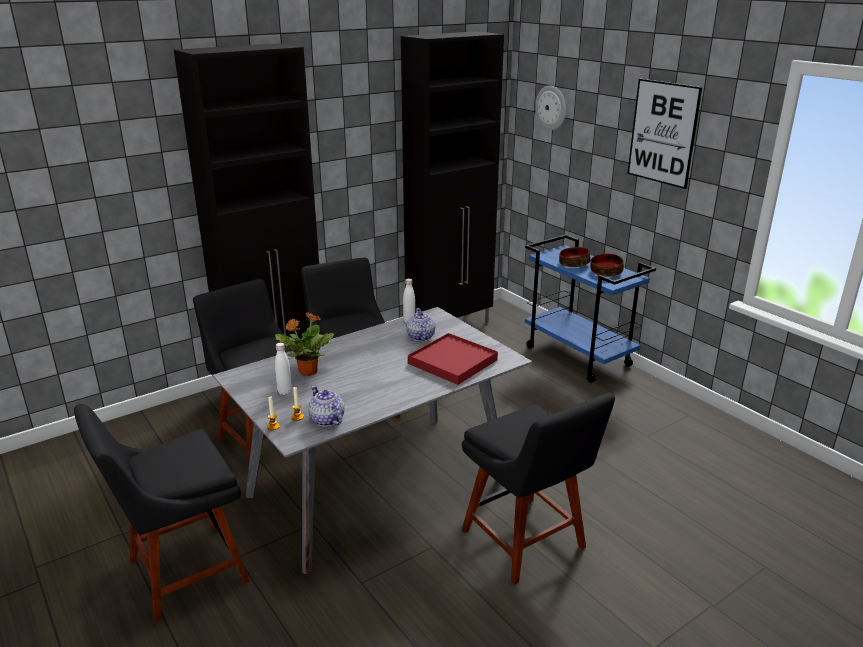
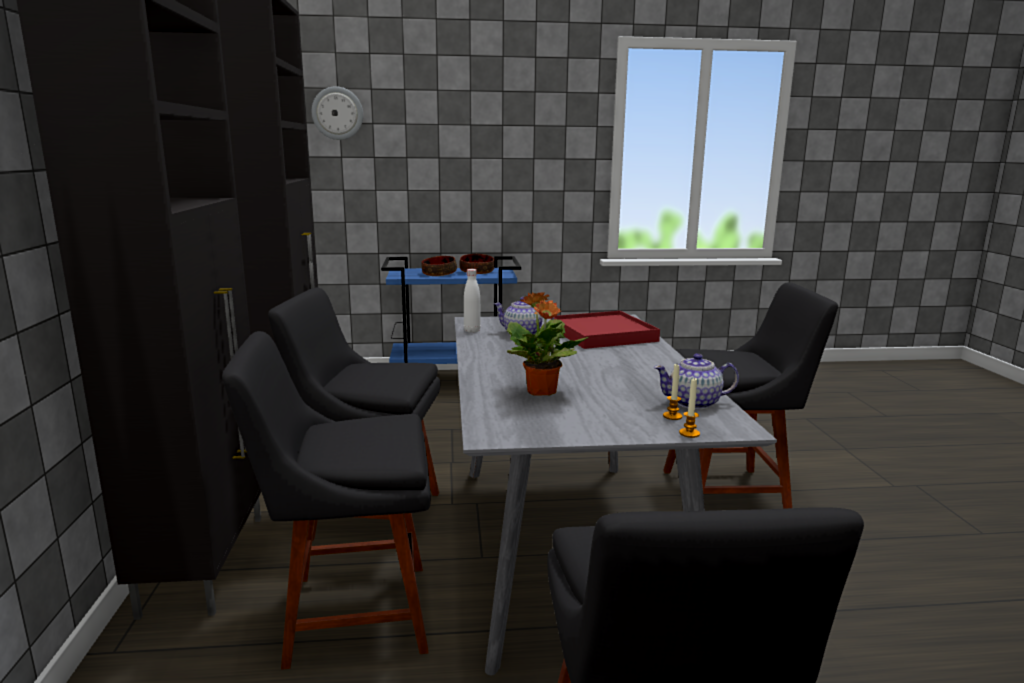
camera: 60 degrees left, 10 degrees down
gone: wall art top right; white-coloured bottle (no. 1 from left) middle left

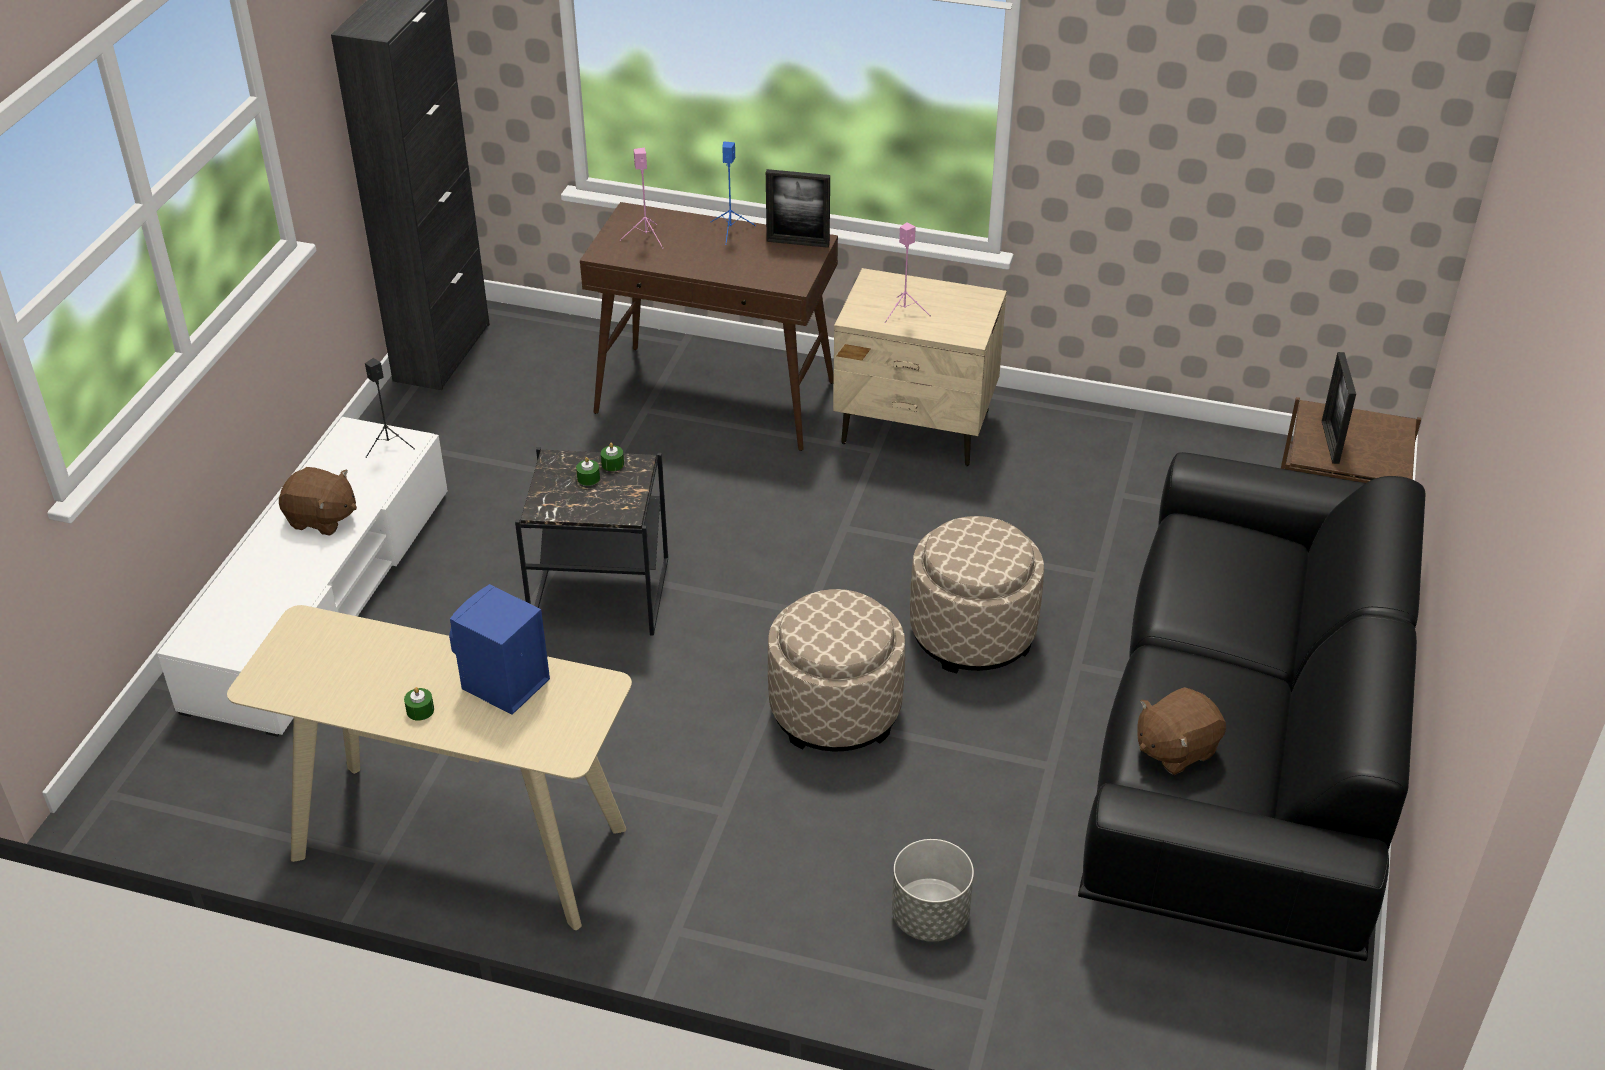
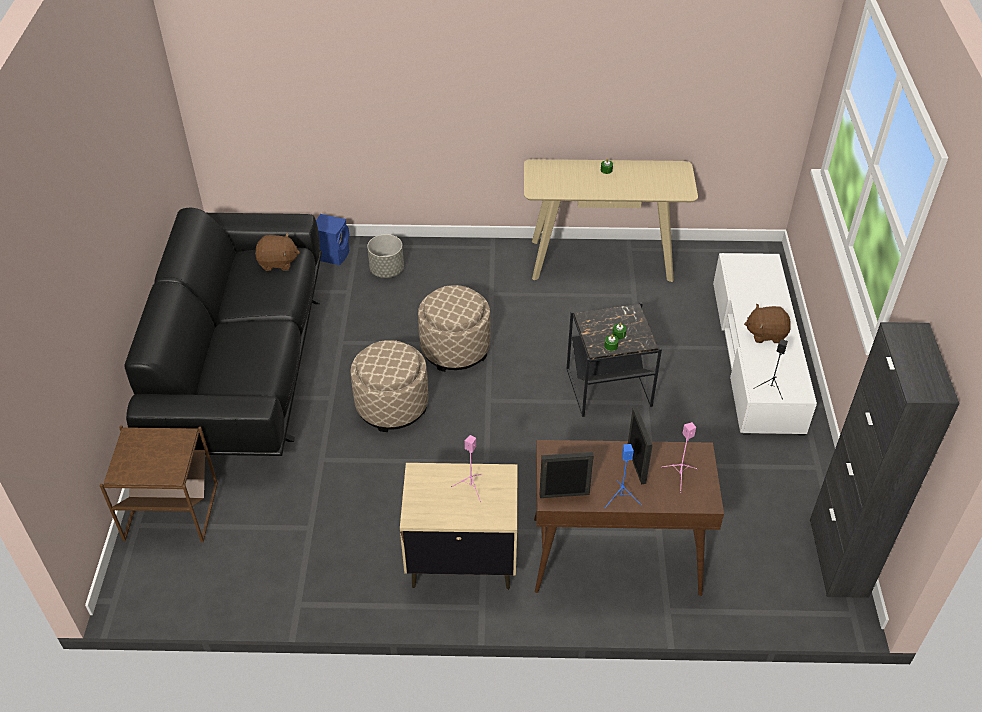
camera: 165 degrees right, 5 degrees up
shifted: standing frame (no. 2 from left) middle right to centre; blue-coloured speaker (no. 1 from left) middle left to centre
rotated: brown-coloured soft toy (no. 2 from left in the first image) bottom right = middle left 45 degrees clockwise

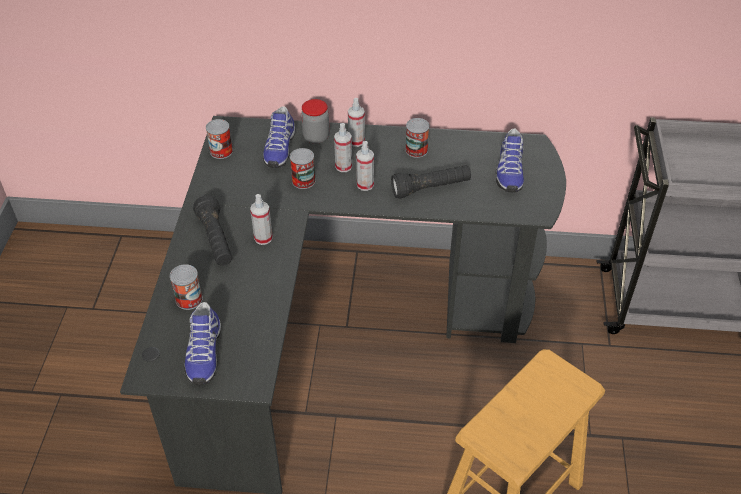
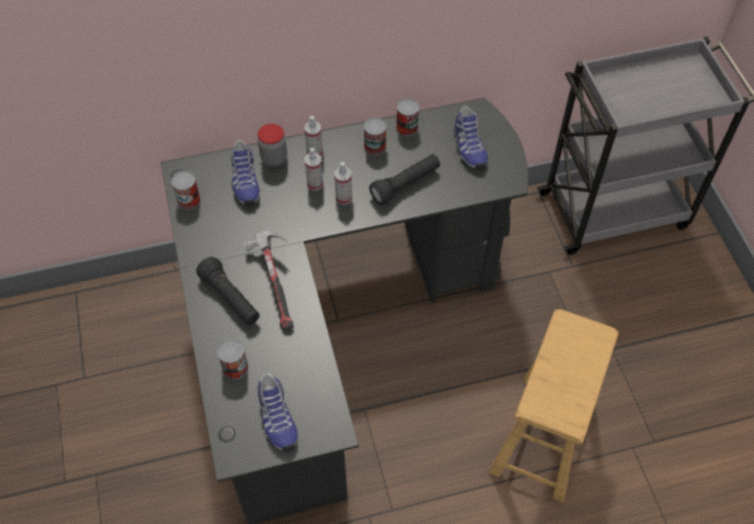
camera: 20 degrees left, 10 degrees up
shifted: can (no. 3 from left in the first image) centre to can (no. 4 from left) top centre
swapped: hand sprayer (no. 1 from left) centre to hand hammer centre

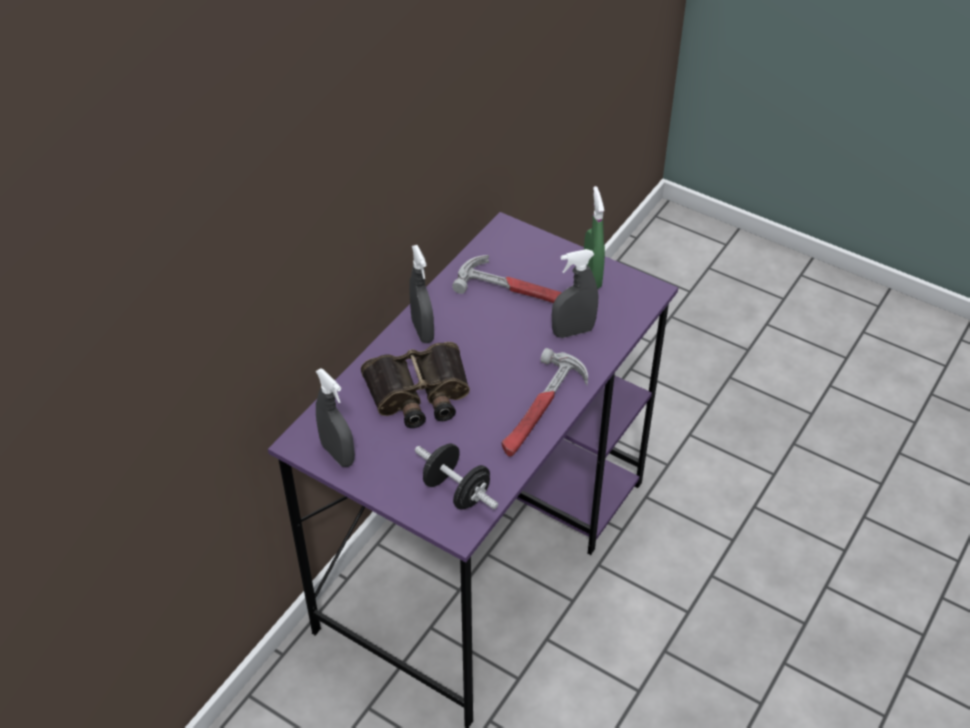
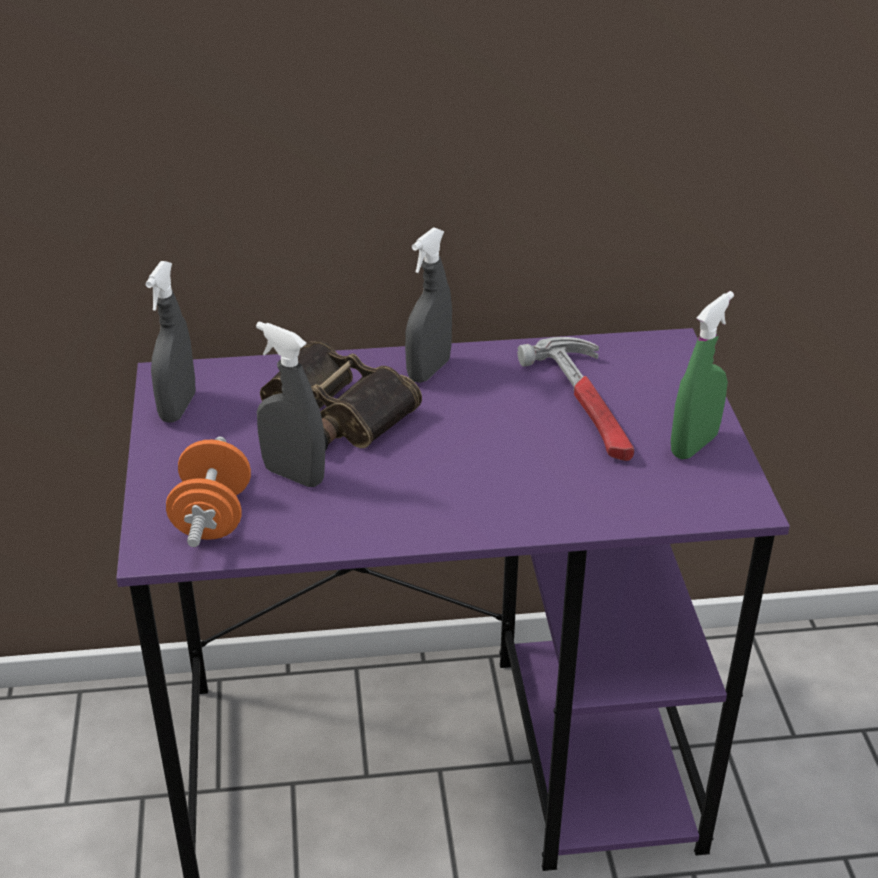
camera: 50 degrees right, 10 degrees down
gone: hand hammer (no. 2 from left) centre
shifted: gray hand sprayer (no. 3 from left in the first image) centre to gray hand sprayer (no. 2 from left) middle left
repainted: black-coloured hand weight centre to orange hand weight middle left

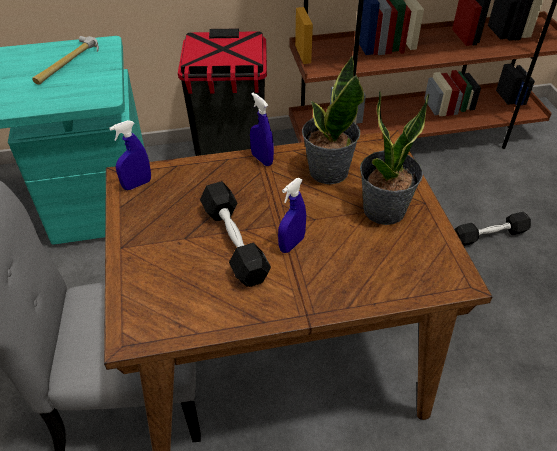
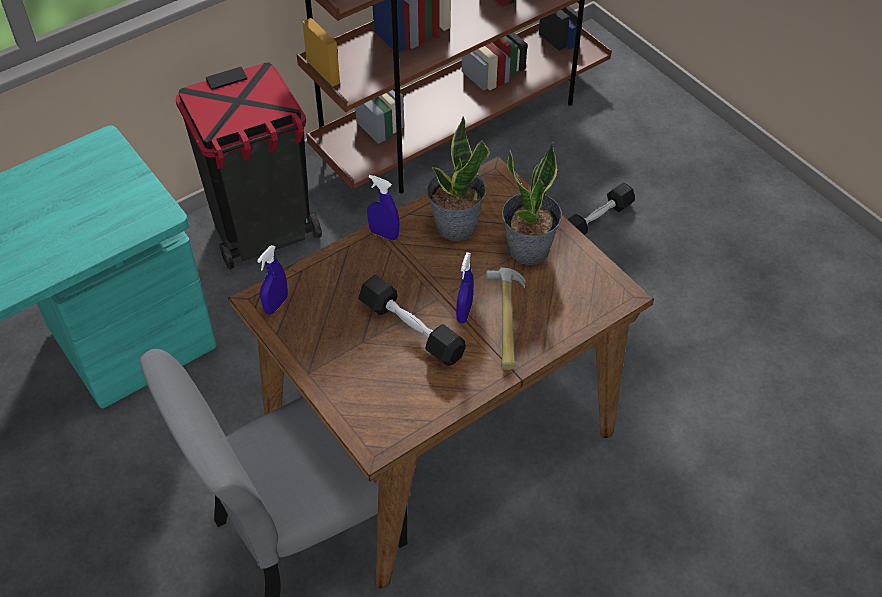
camera: 25 degrees left, 5 degrees up
shifted: hand hammer top left to centre

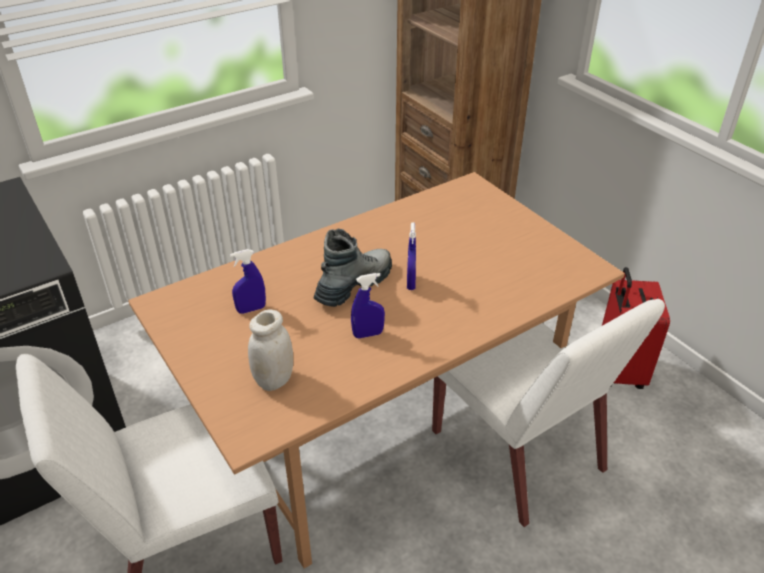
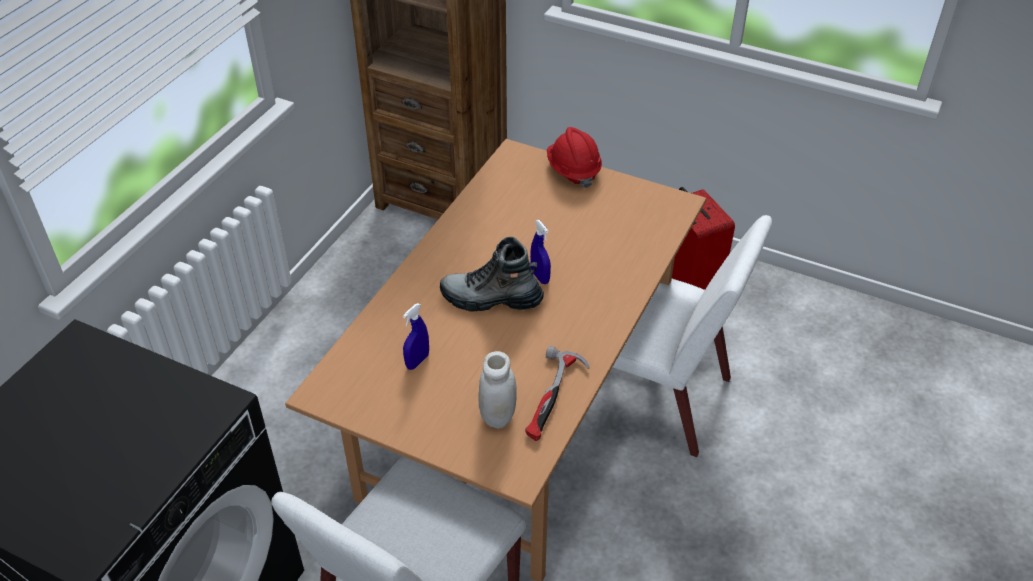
camera: 30 degrees left, 5 degrees up
gone: blue-coloured hand sprayer (no. 2 from left) centre
new: reddish hard hat top centre; hand hammer bottom centre
rotated: high-top boot centre = centre 90 degrees counterclockwise

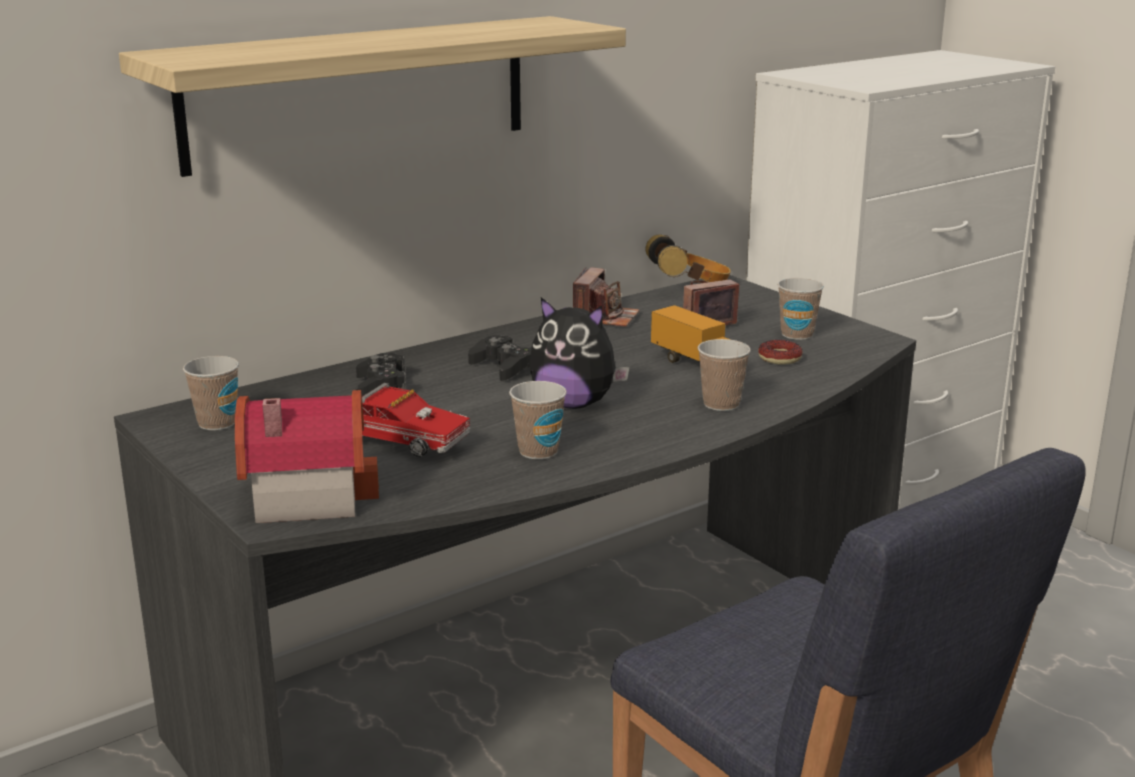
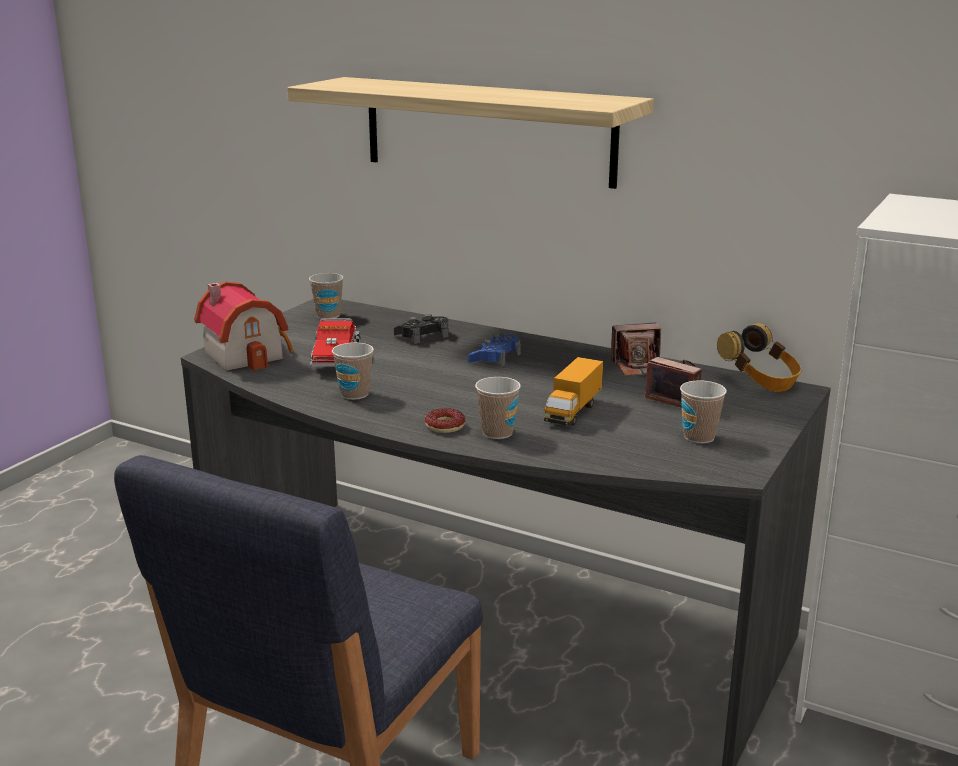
camera: 65 degrees right, 0 degrees up
gone: soft toy centre
shifted: doughnut middle right to centre
repainted: black-coloured joypad (no. 2 from left) centre to blue-coloured joypad centre

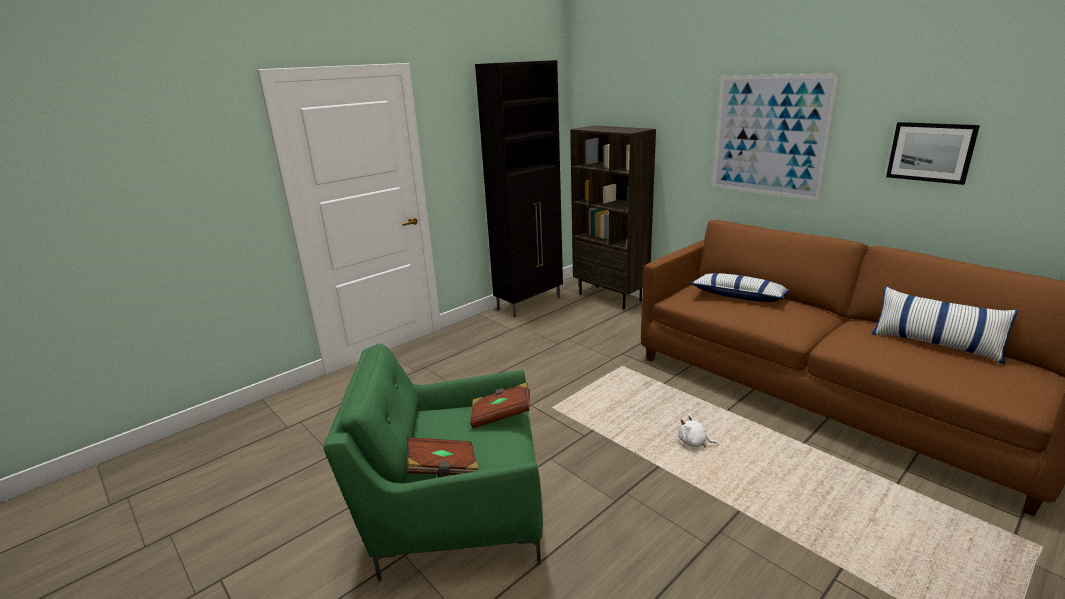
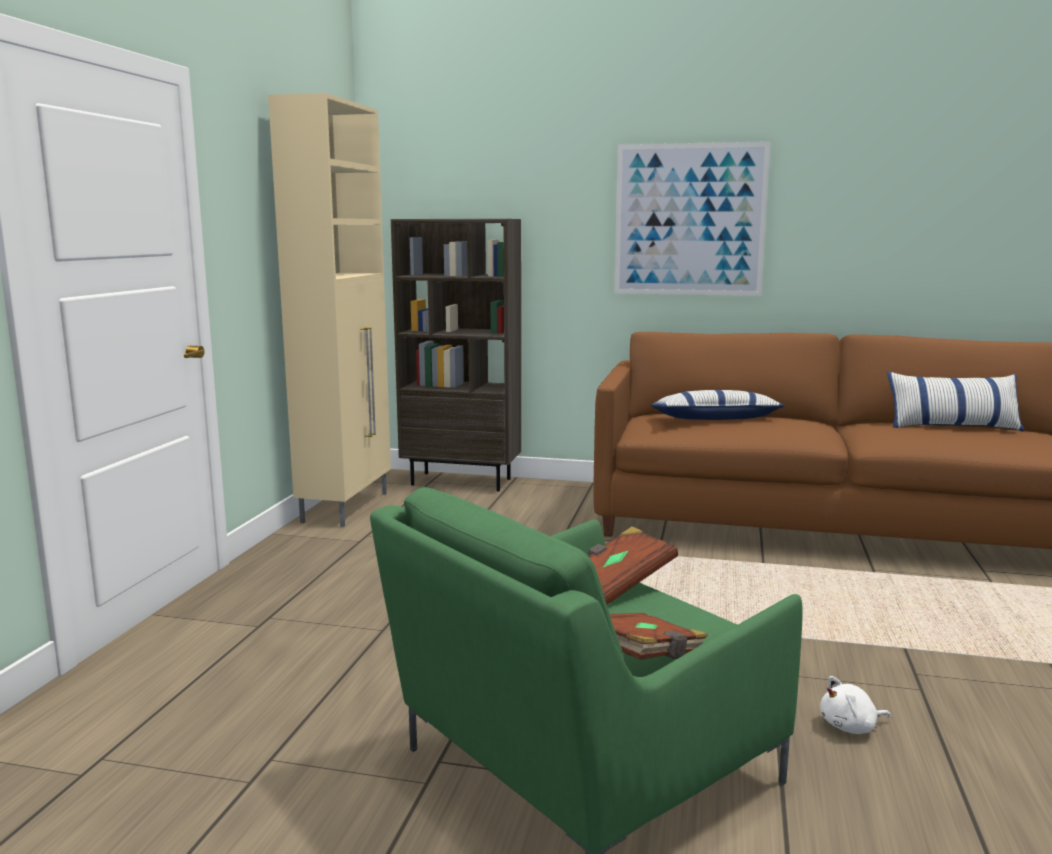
camera: 35 degrees left, 10 degrees down
gone: wall art (no. 2 from left) top right
shifted: white-coloured soft toy bottom centre to bottom right
repainted: black-coloured cabinet top centre to beige-coloured cabinet middle left

